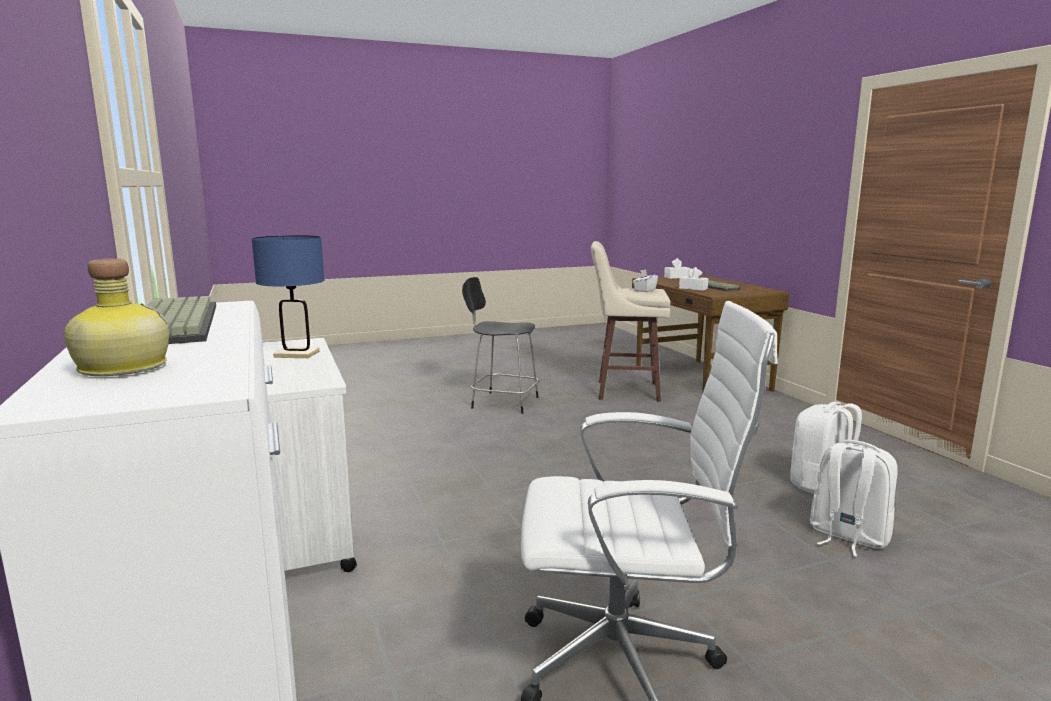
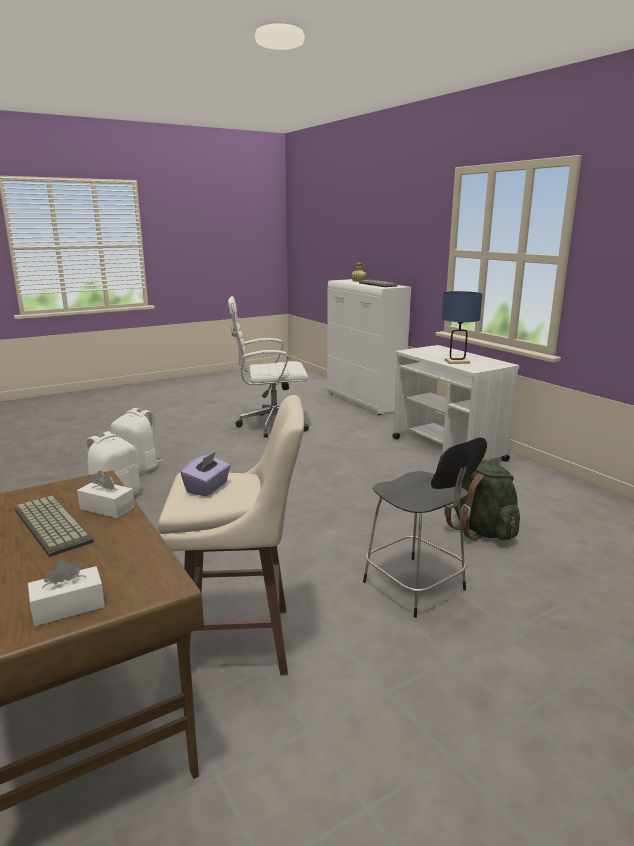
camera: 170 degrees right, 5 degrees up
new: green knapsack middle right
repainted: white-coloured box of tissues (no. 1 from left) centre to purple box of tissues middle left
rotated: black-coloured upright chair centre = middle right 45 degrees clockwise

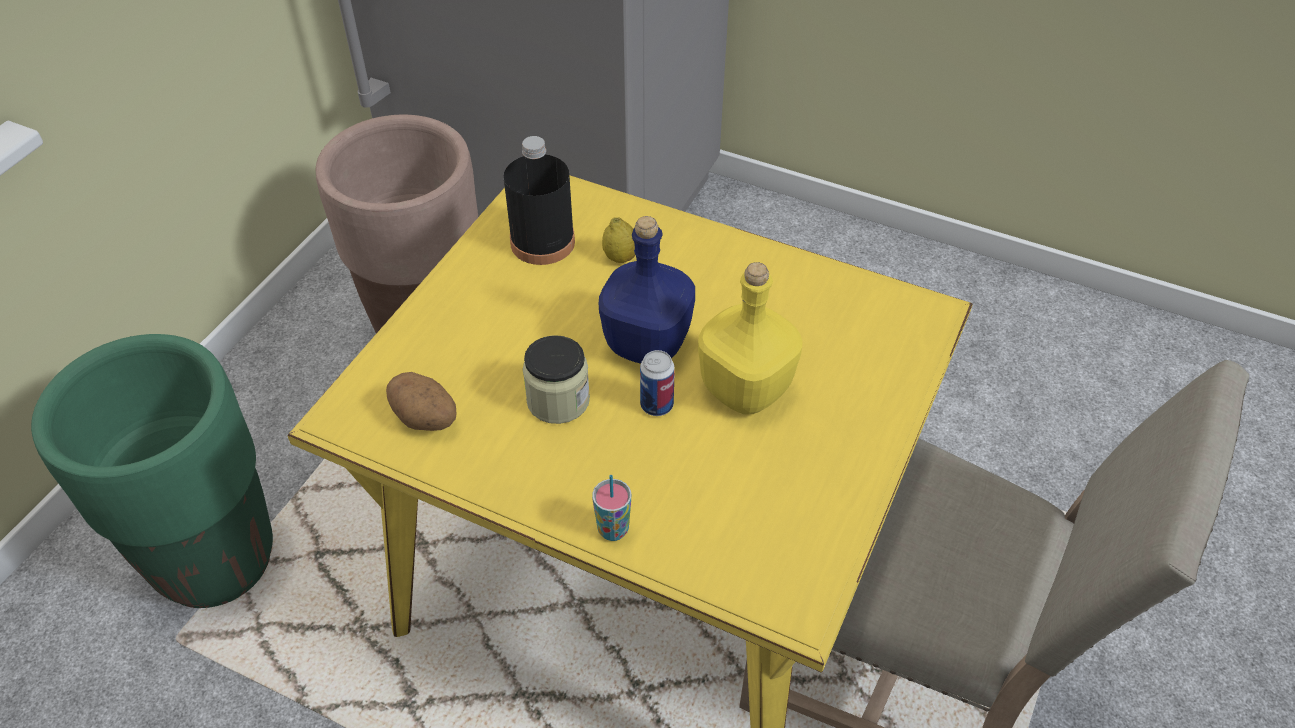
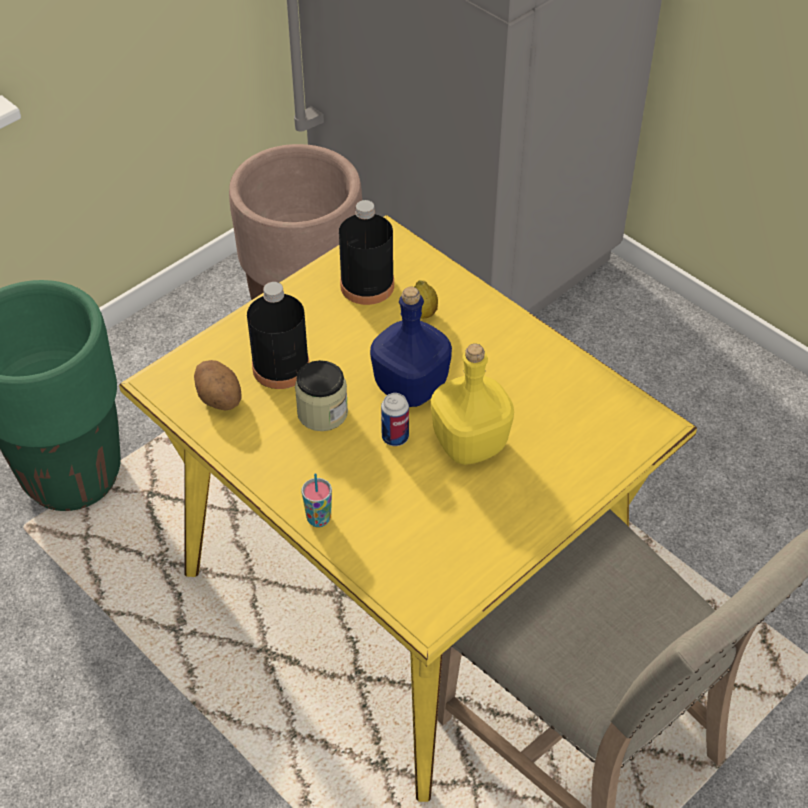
camera: 20 degrees right, 0 degrees up
new: black-coloured bottle (no. 1 from left) centre

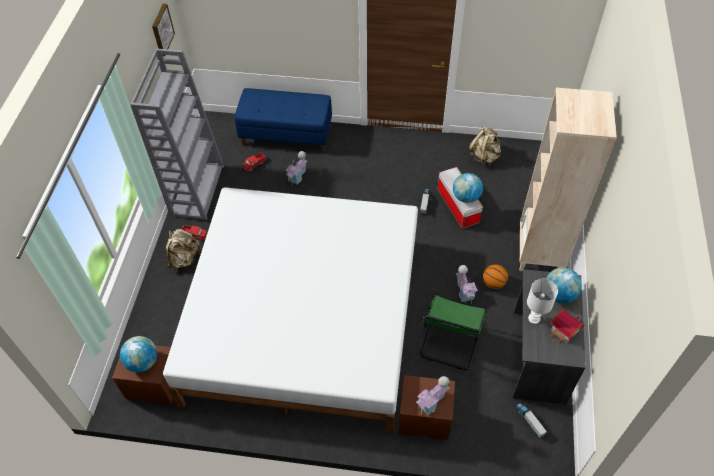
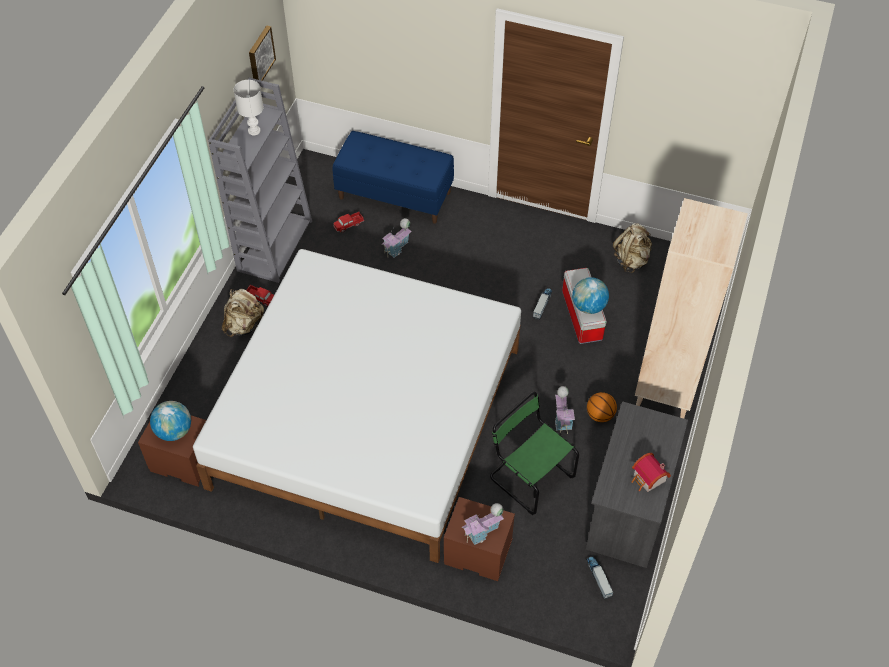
camera: 10 degrees right, 0 degrees up
gone: desk globe (no. 3 from left) middle right
shifted: white-coloured tabletop lamp middle right to top left
rotated: green upright chair bottom centre = bottom centre 105 degrees clockwise

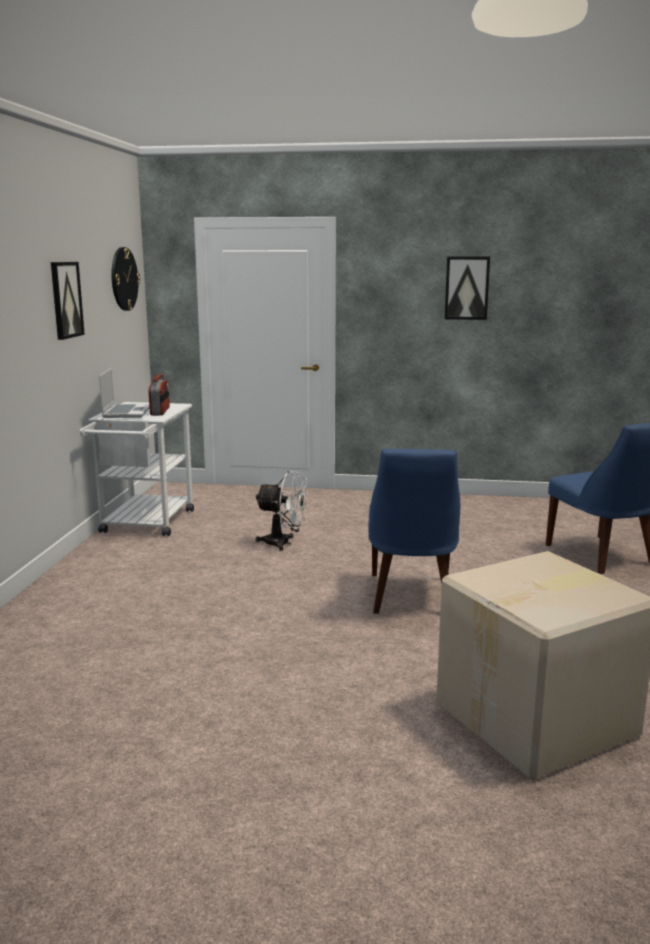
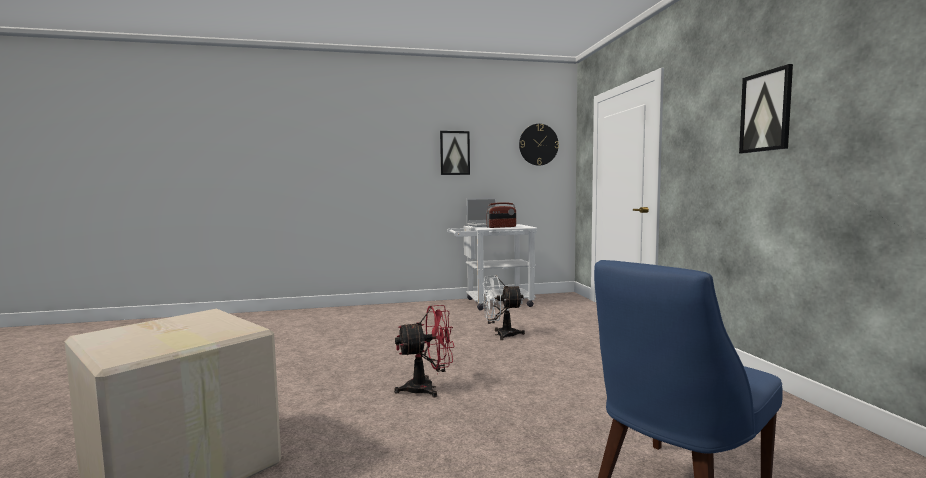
camera: 70 degrees right, 10 degrees down
swapped: blue-coloured upright chair (no. 1 from left) centre to reddish electric fan bottom centre
rotated: white-coloured electric fan centre = centre 90 degrees clockwise

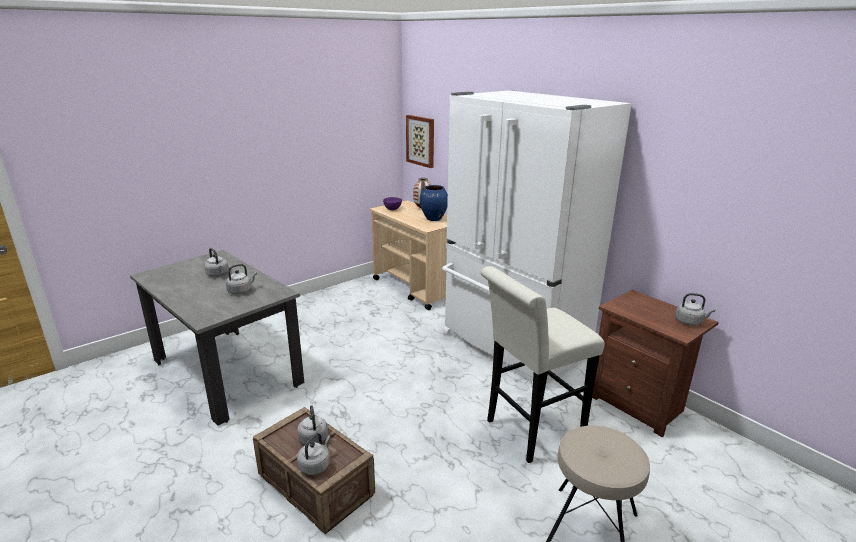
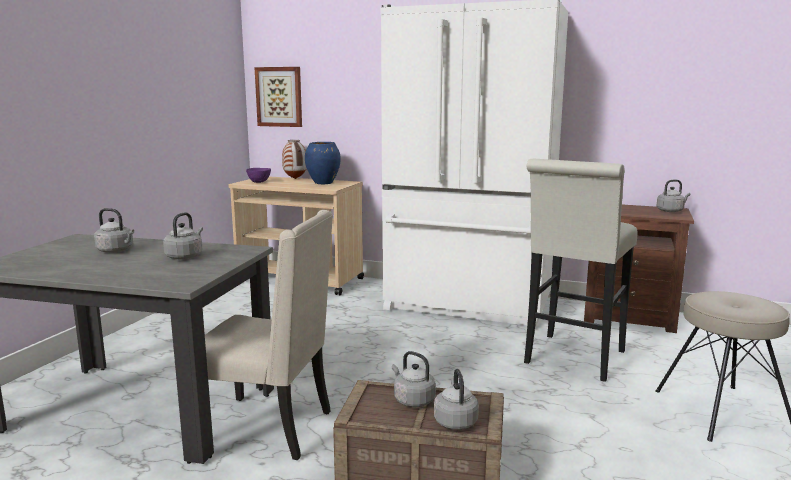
camera: 30 degrees left, 10 degrees down
new: beige-coloured upright chair bottom centre

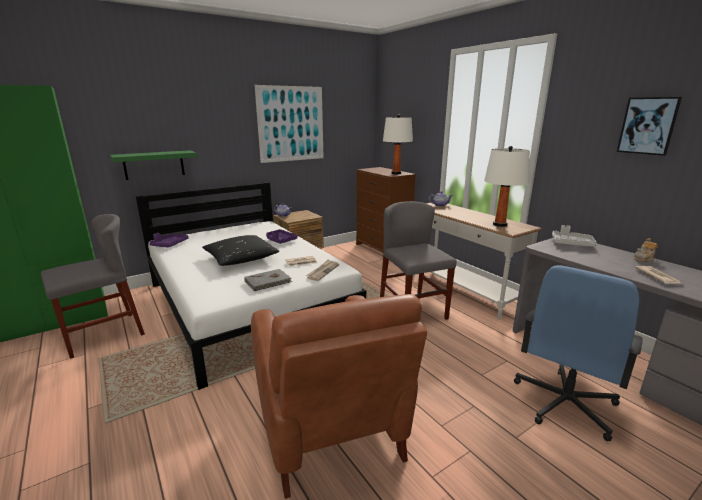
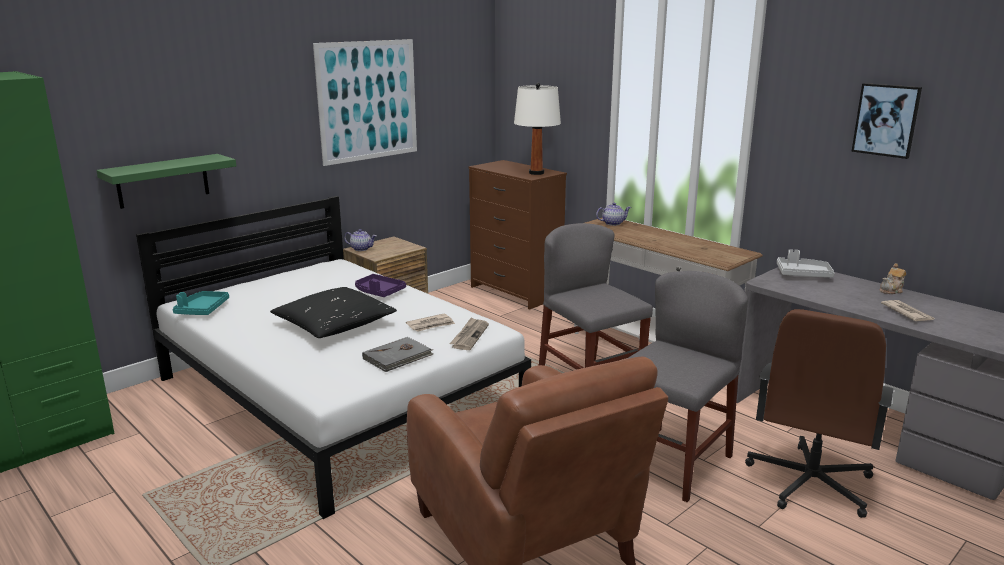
camera: 10 degrees left, 0 degrees up
gone: white-coloured tabletop lamp (no. 2 from left) middle right
shifted: gray upright chair (no. 1 from left in the first image) middle left to gray upright chair (no. 2 from left) bottom right
repainted: purple carrying tray (no. 1 from left) middle left to turquoise-coloured carrying tray middle left; blue-coloured desk chair bottom right to brown-coloured desk chair bottom right

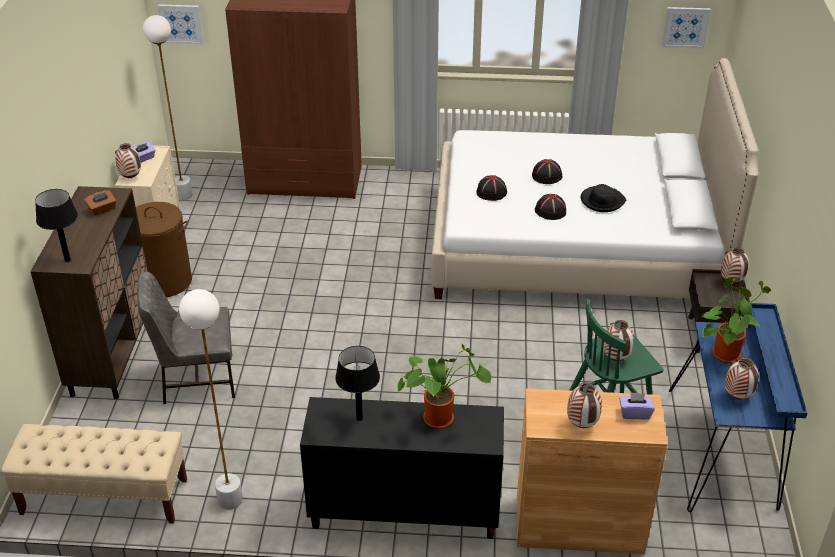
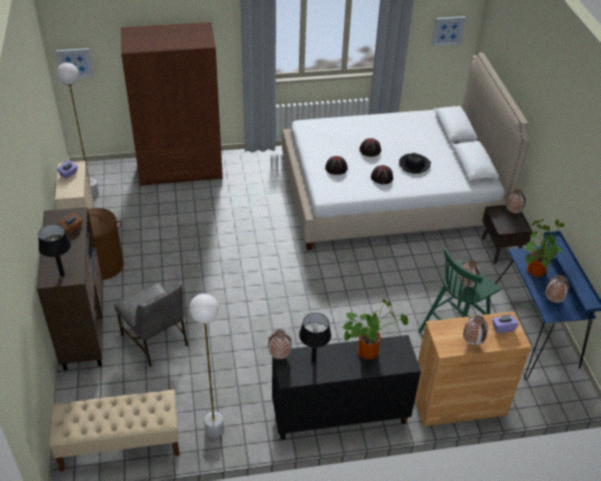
camera: 15 degrees left, 5 degrees up
shifted: vase (no. 1 from left) top left to bottom centre
rotated: gray upright chair middle left = bottom left 105 degrees counterclockwise

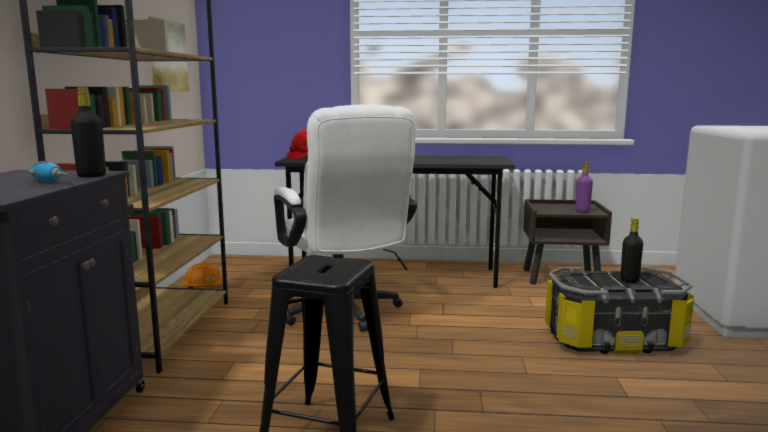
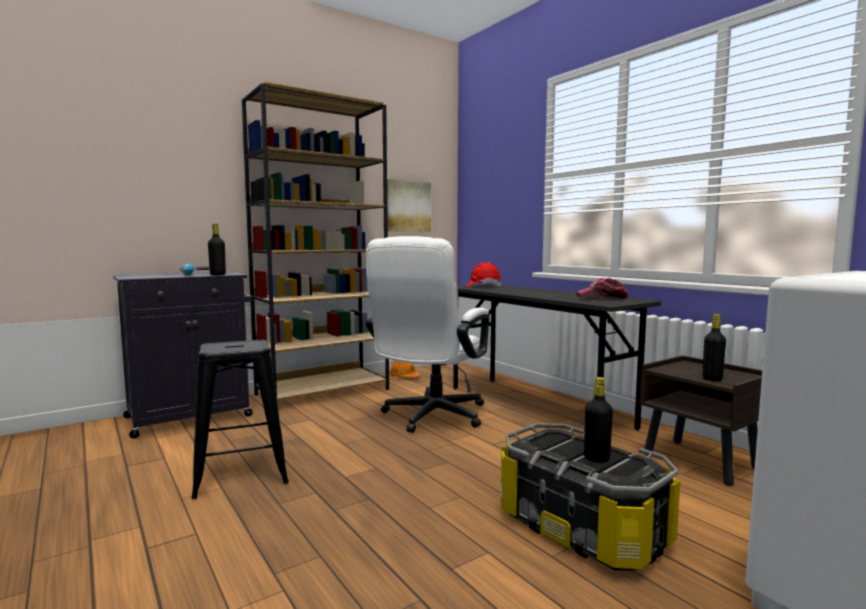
camera: 50 degrees right, 5 degrees down
new: peaked cap middle right
repainted: purple bottle middle right to black-coloured bottle (no. 3 from left) middle right

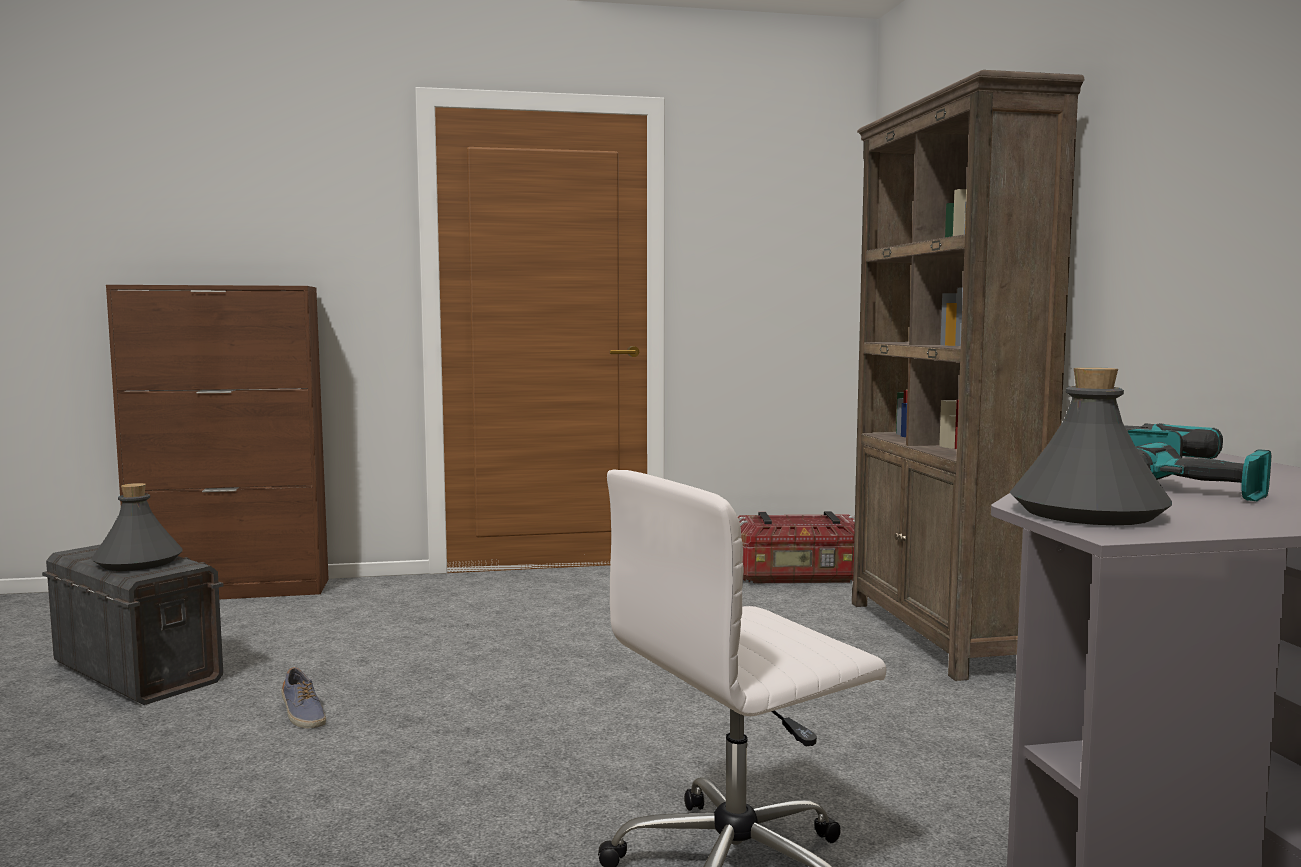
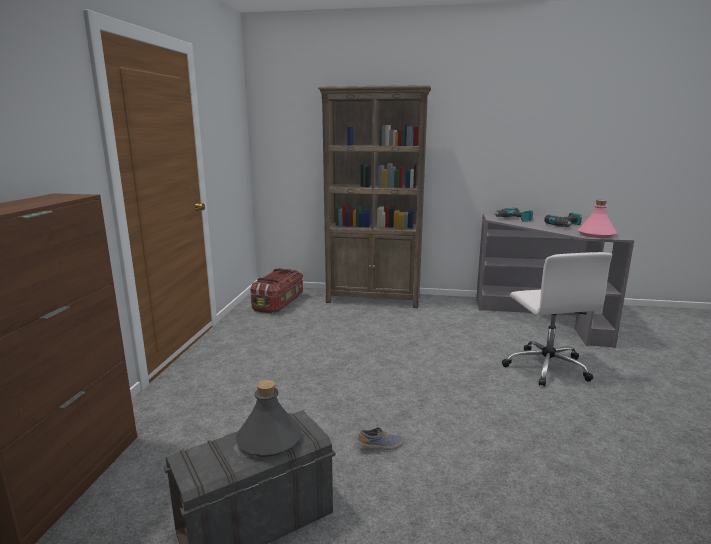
camera: 70 degrees left, 10 degrees up
repainted: gray bottle (no. 2 from left) middle right to pink-coloured bottle middle right

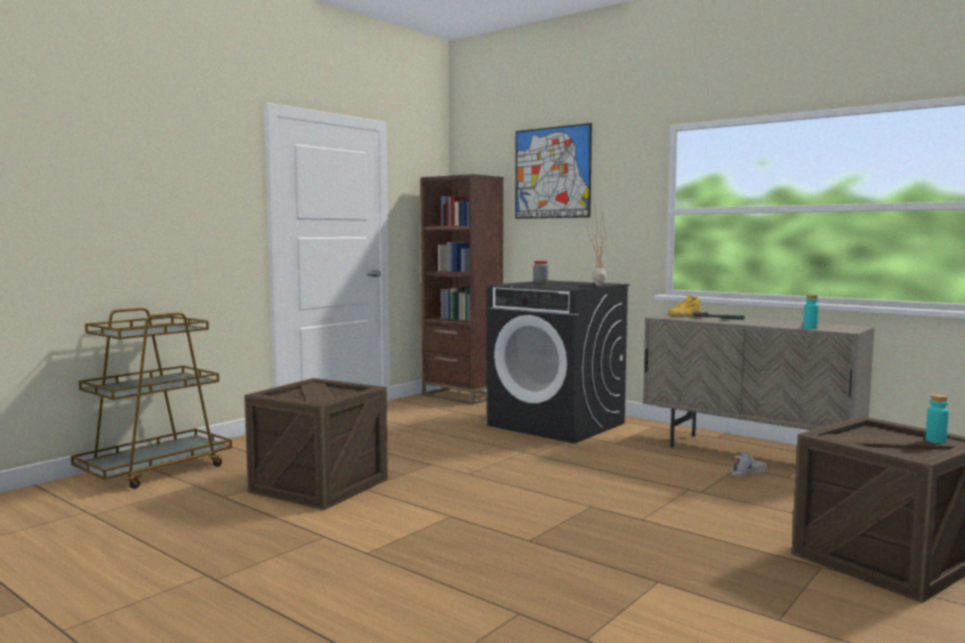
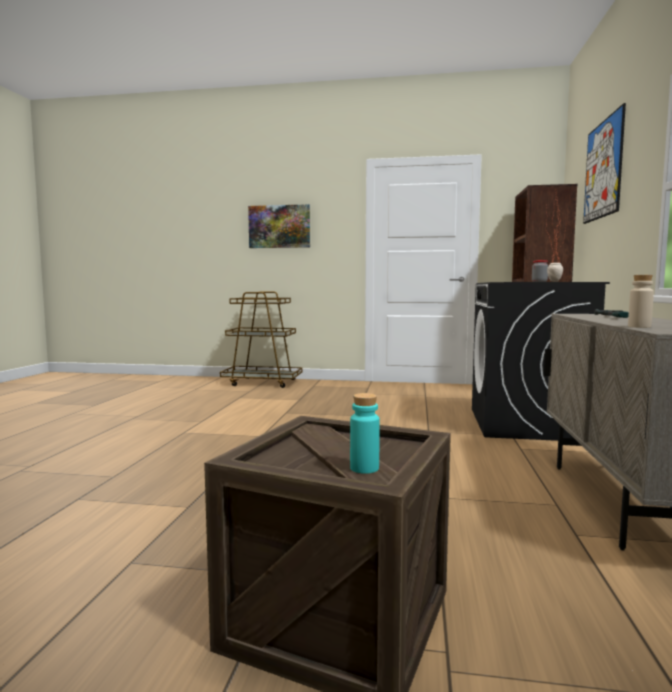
camera: 60 degrees right, 0 degrees up
gone: yellow-coloured low shoe middle right; crate (no. 1 from left) bottom left; white-coloured low shoe bottom right
new: wall art (no. 1 from left) top centre
repainted: turquoise-coloured bottle (no. 1 from left) middle right to beige-coloured bottle middle right

